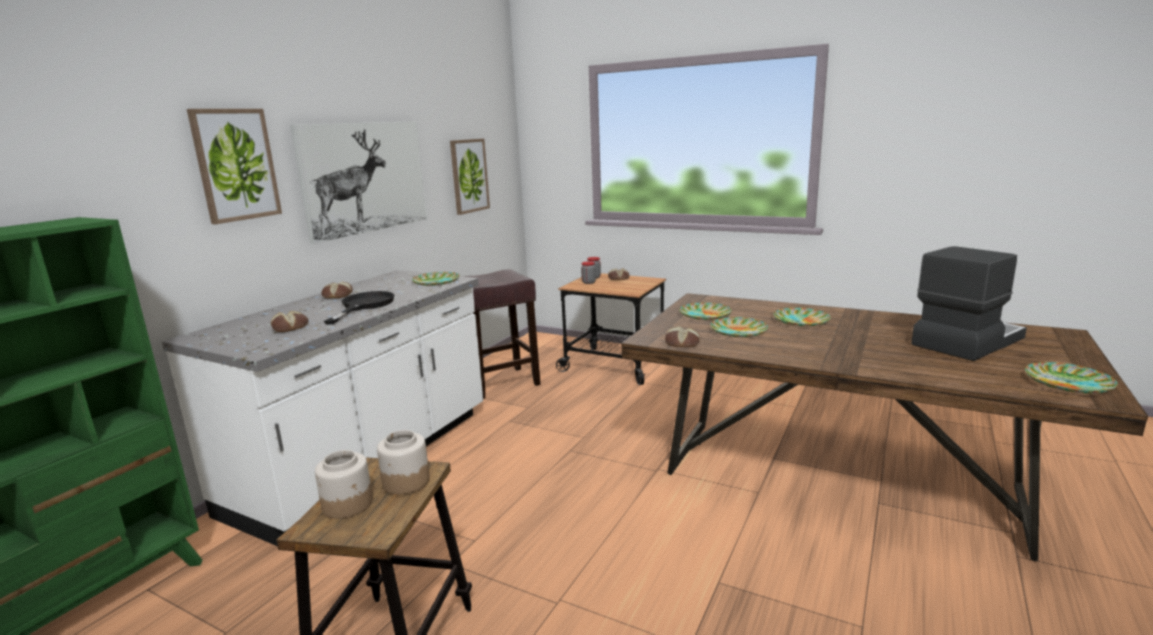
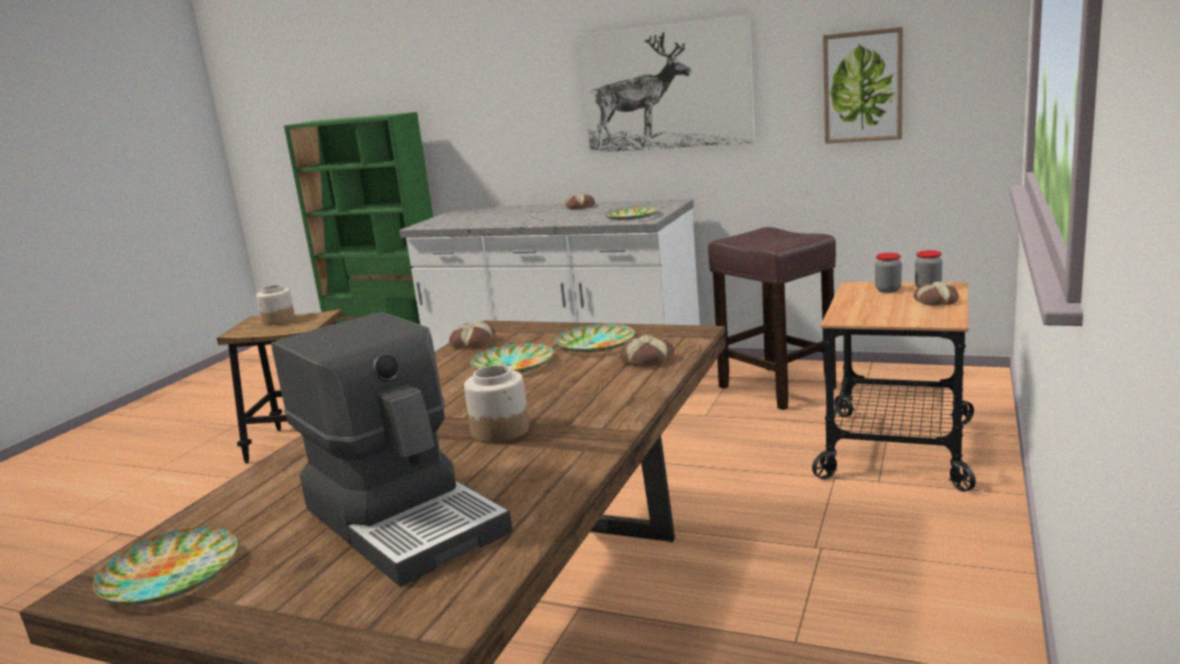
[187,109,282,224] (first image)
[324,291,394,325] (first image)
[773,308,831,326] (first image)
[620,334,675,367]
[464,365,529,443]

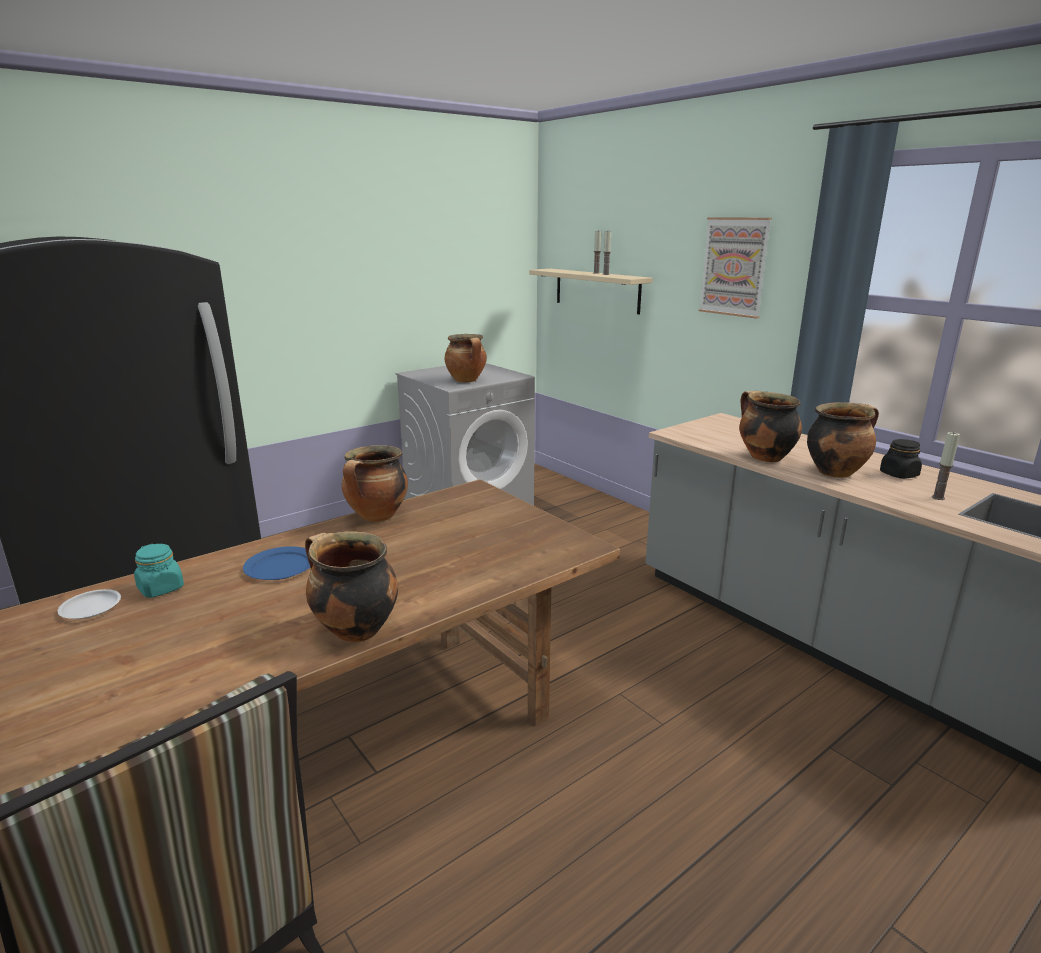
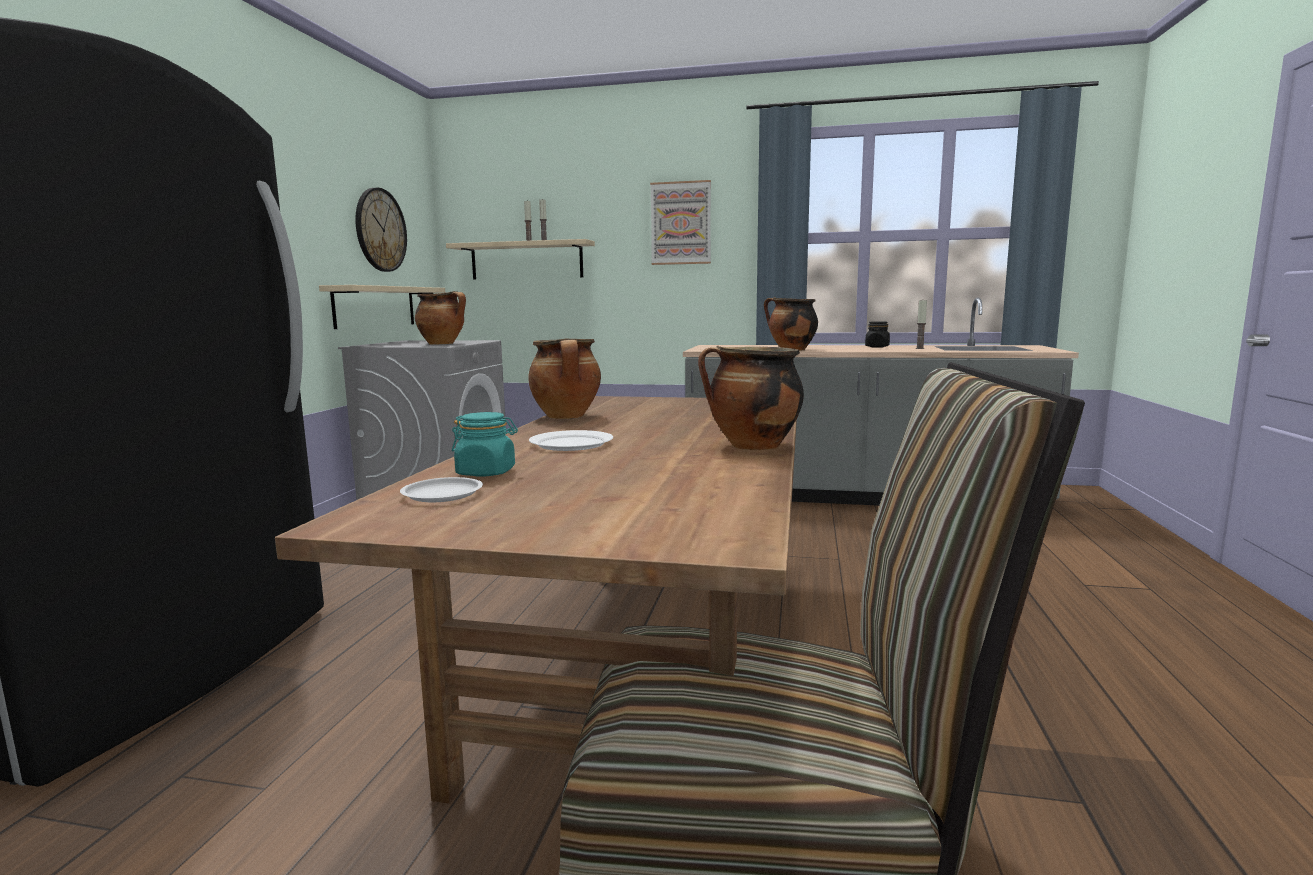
[807,402,879,478] (first image)
[319,285,445,329]
[355,188,407,272]
[529,430,613,451]

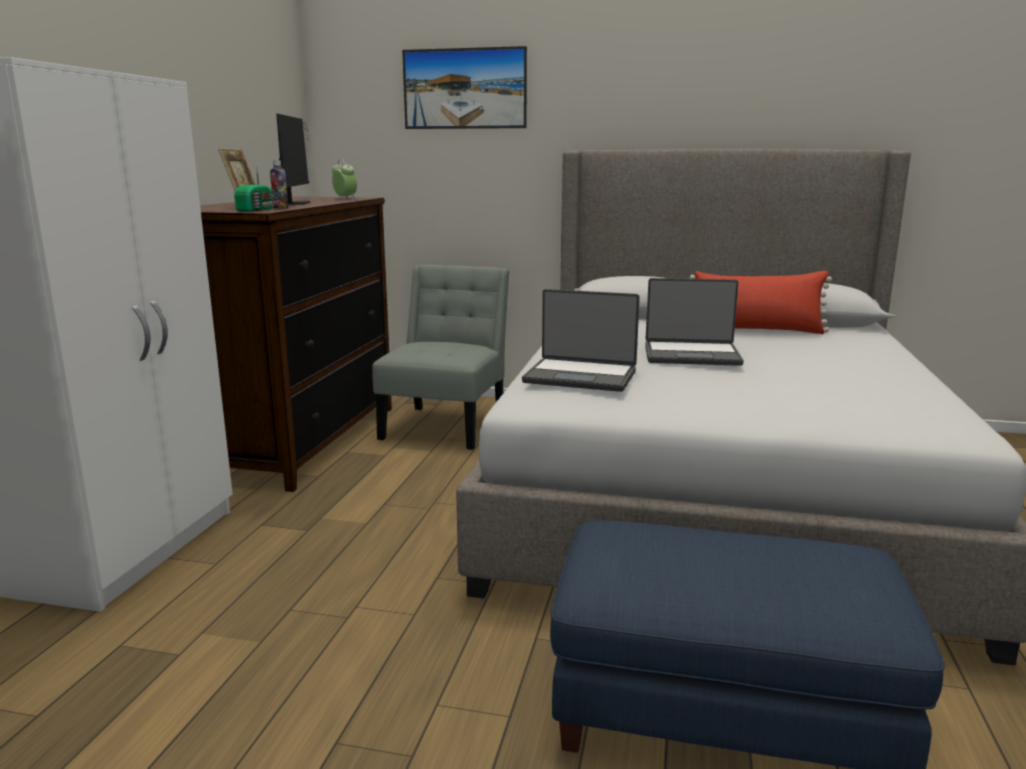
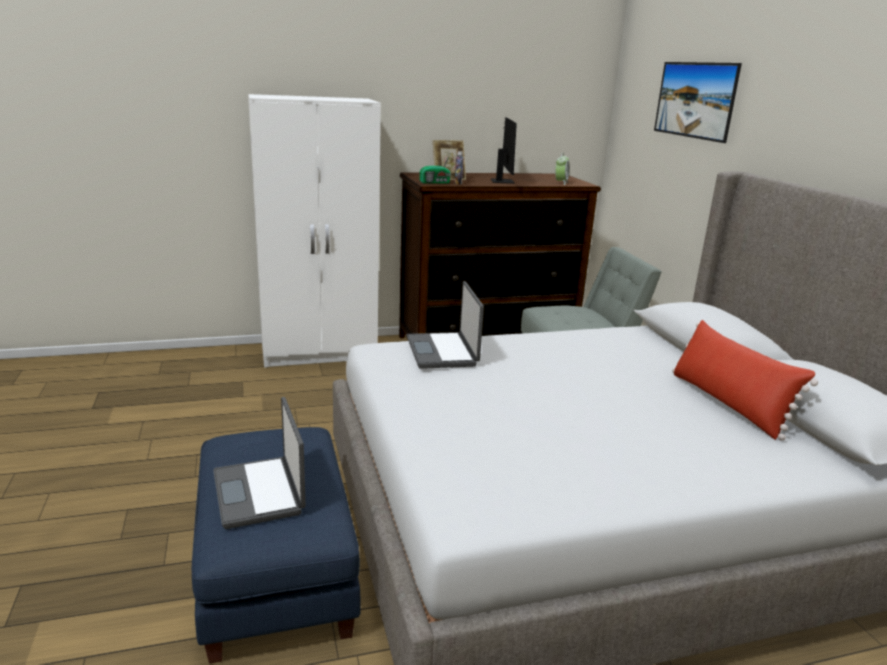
[213,397,306,529]
[491,117,517,184]

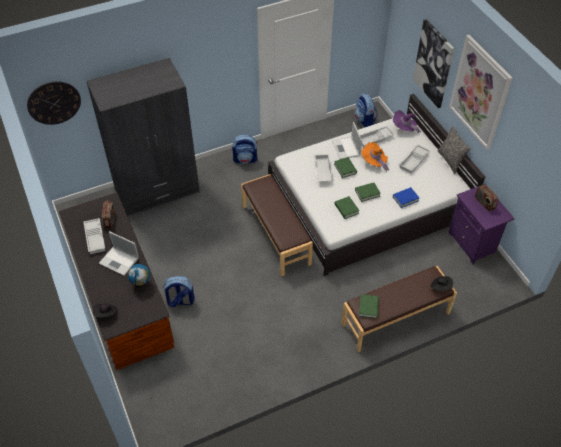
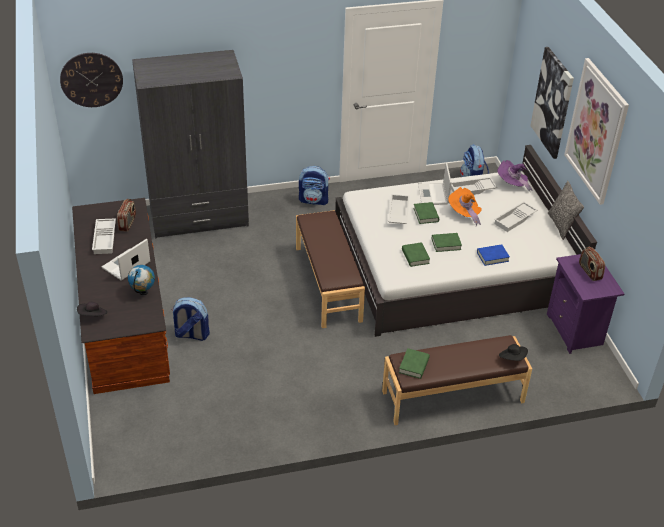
[102,239,150,280]

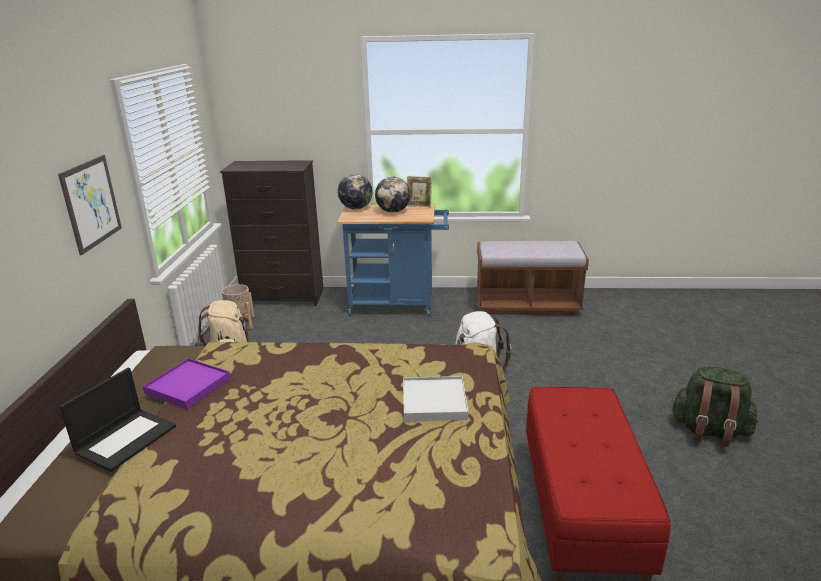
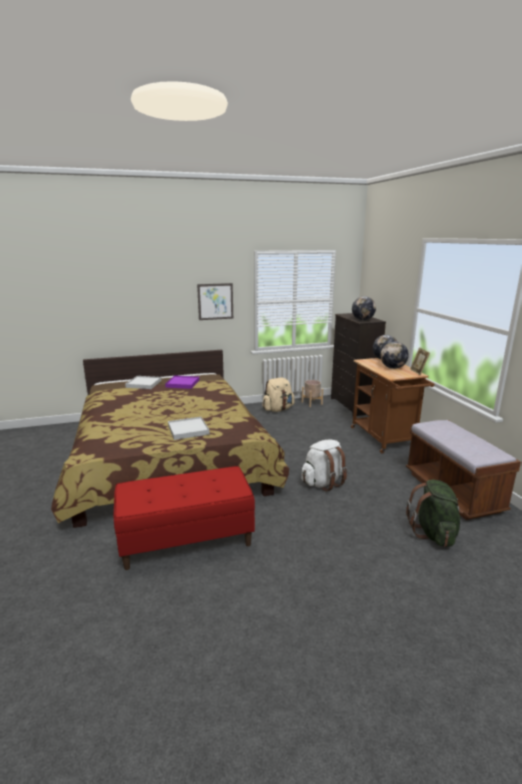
[352,296,376,321]
[406,479,463,547]
[125,376,162,389]
[351,358,435,453]

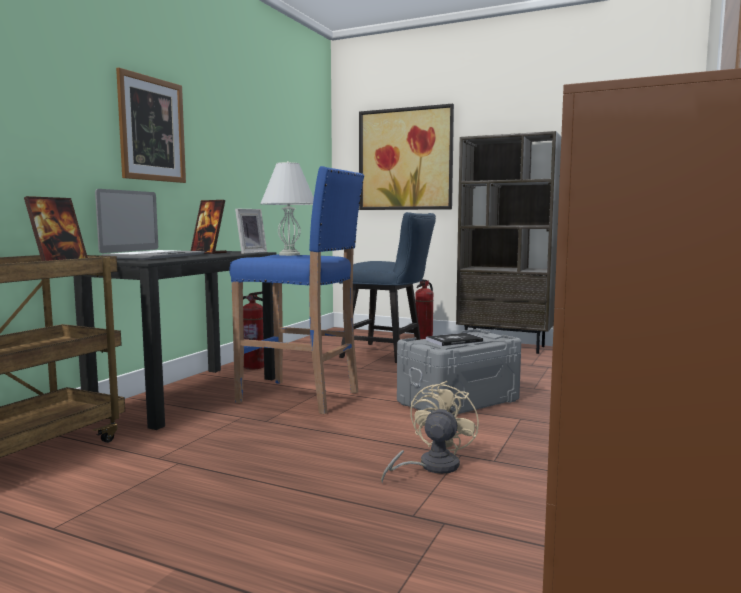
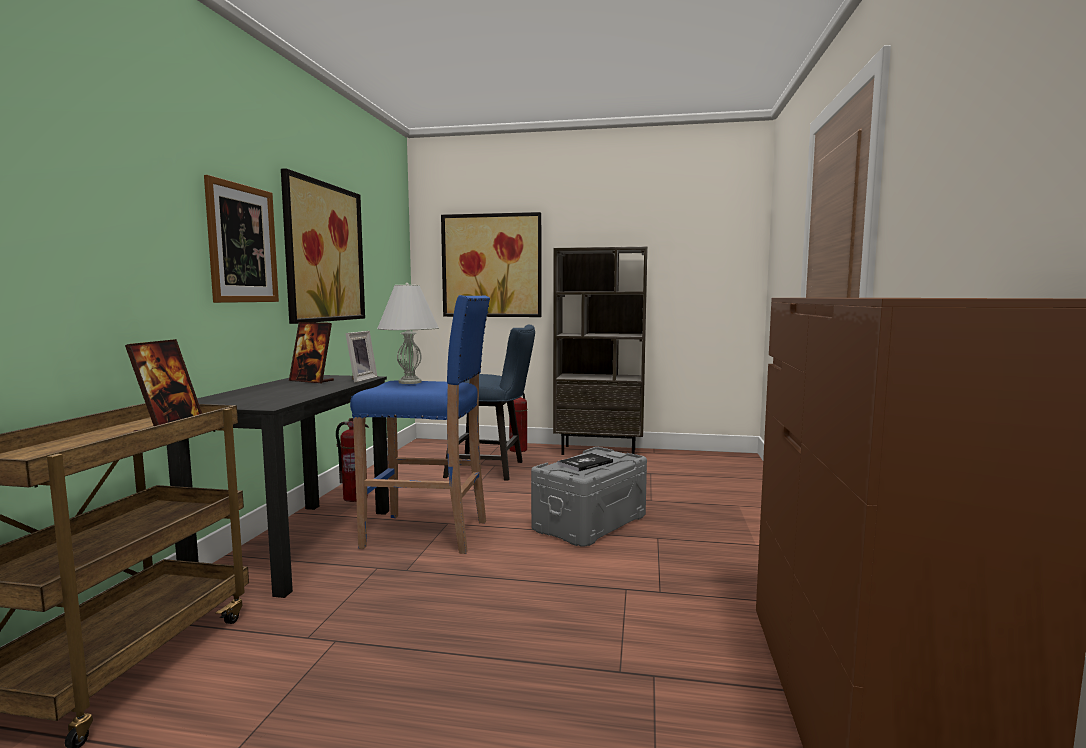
[95,189,205,260] (first image)
[381,381,479,483] (first image)
[281,168,365,324]

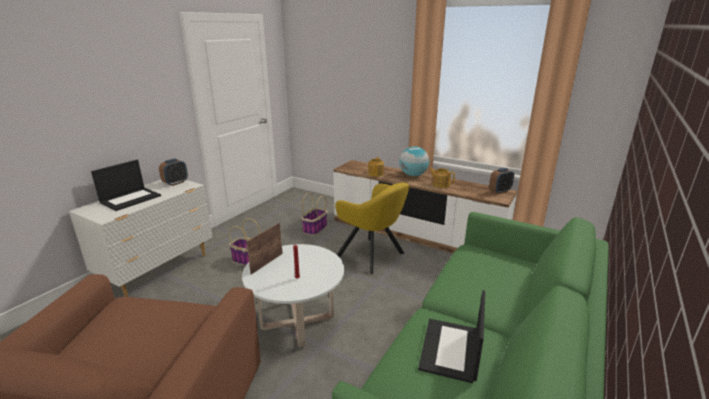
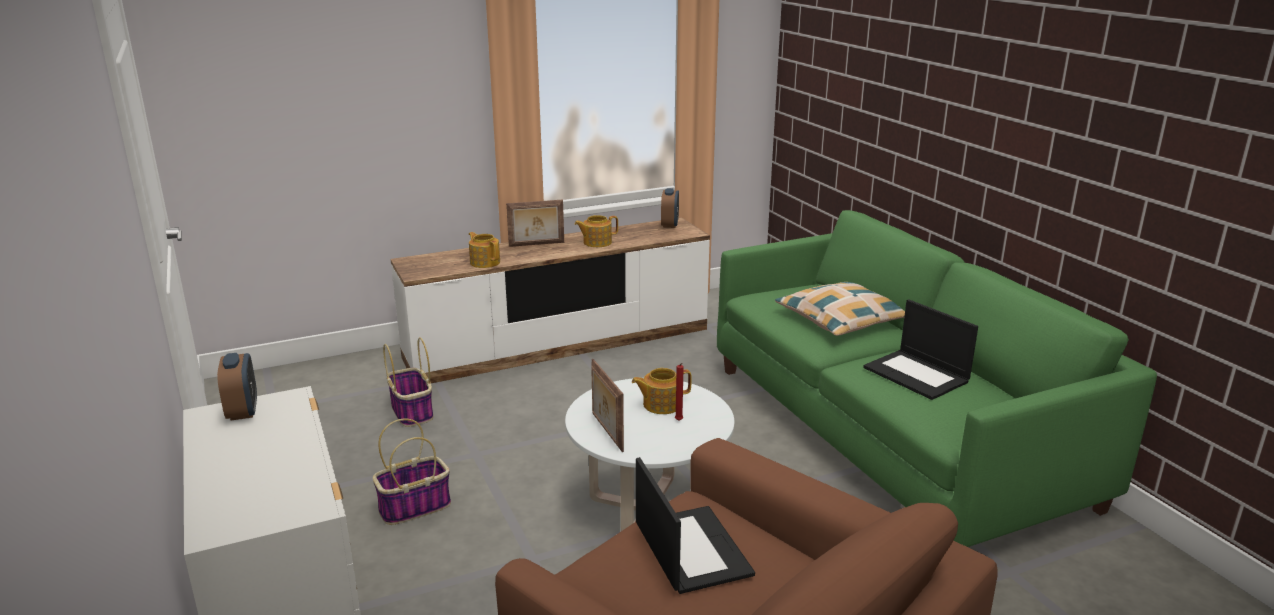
[335,182,409,274] (first image)
[632,368,692,414]
[775,282,905,336]
[636,457,755,594]
[506,200,564,247]

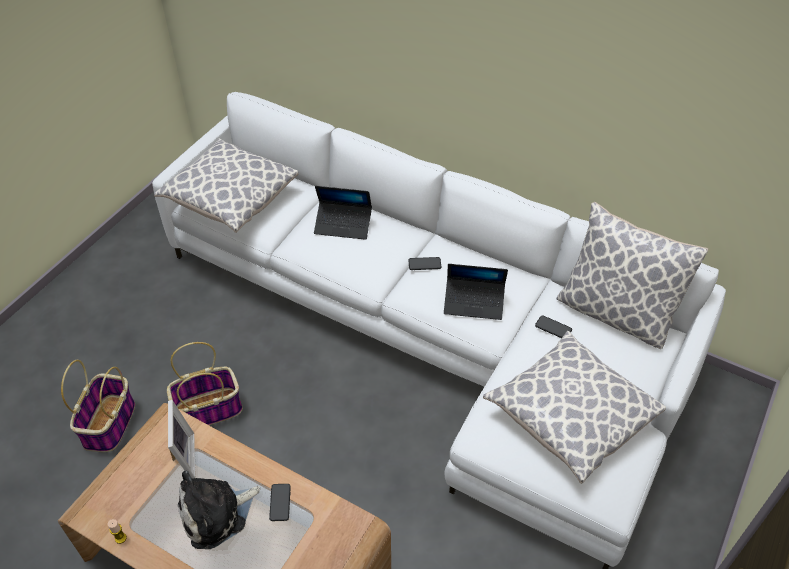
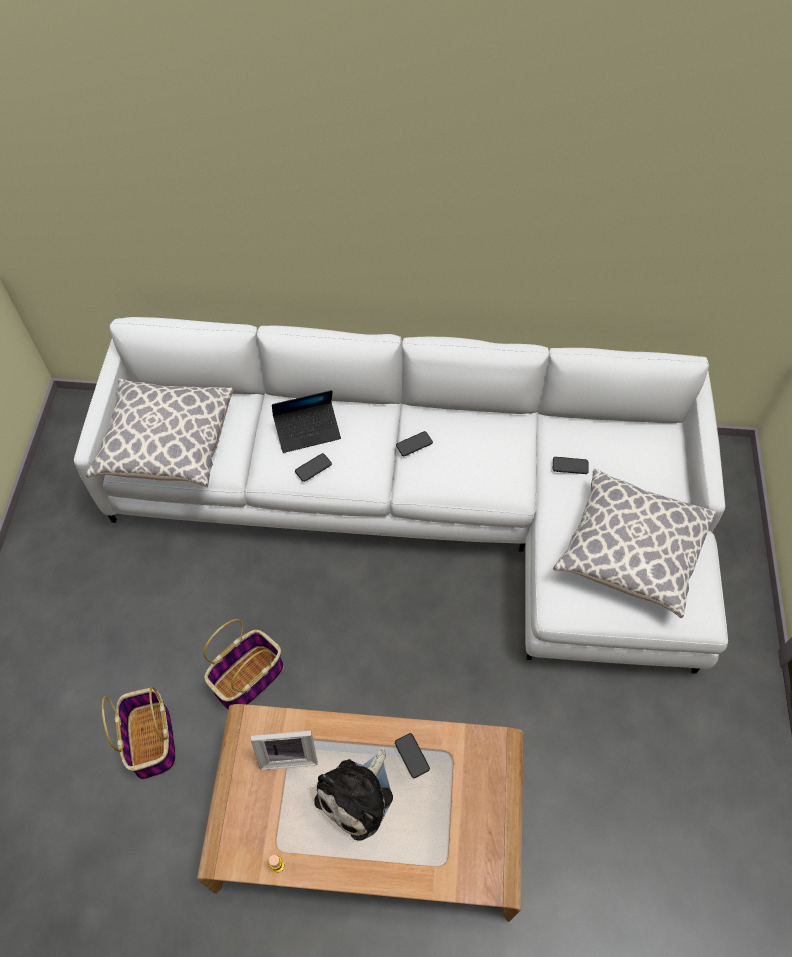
[444,264,508,320] (first image)
[557,202,708,349] (first image)
[295,453,332,482]
[251,731,317,770]

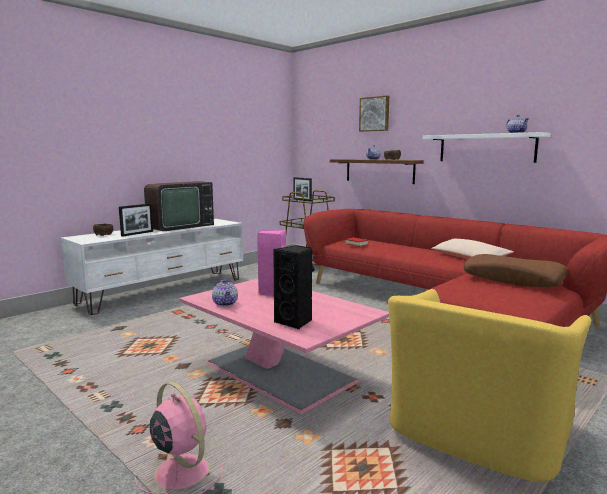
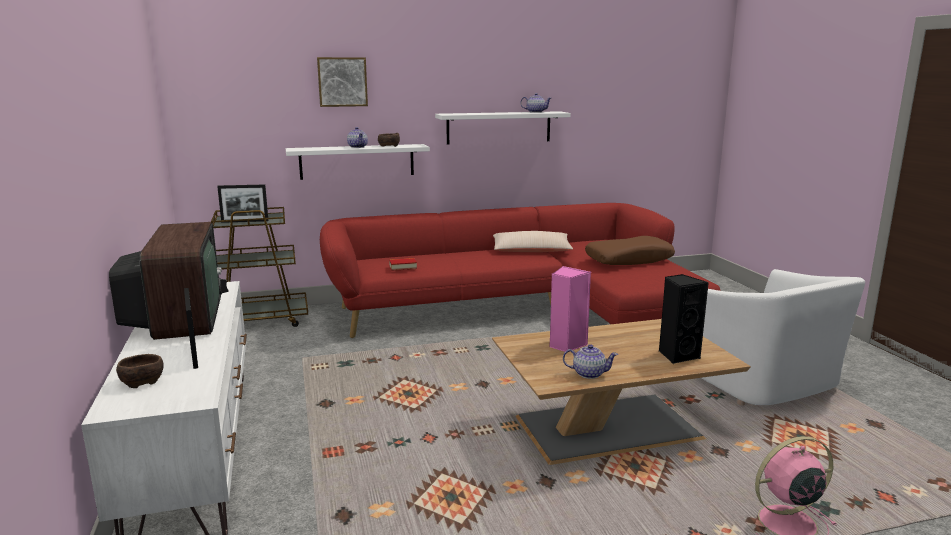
[492,319,751,465]
[286,144,430,180]
[701,269,865,406]

